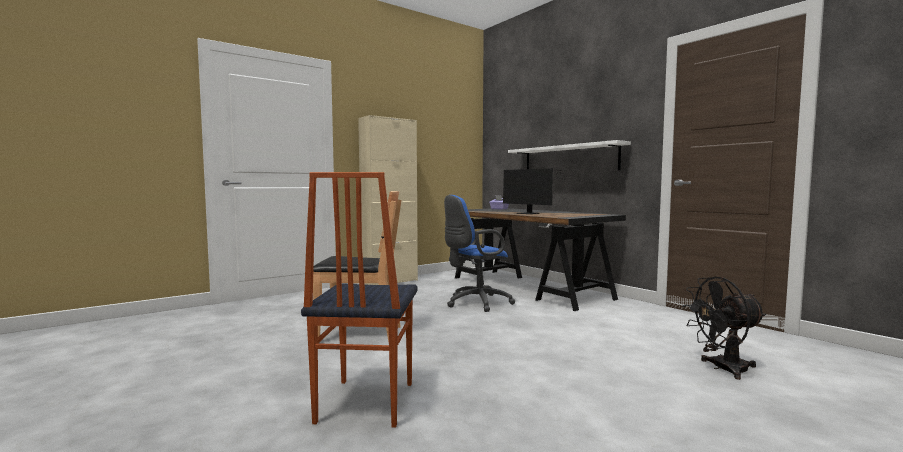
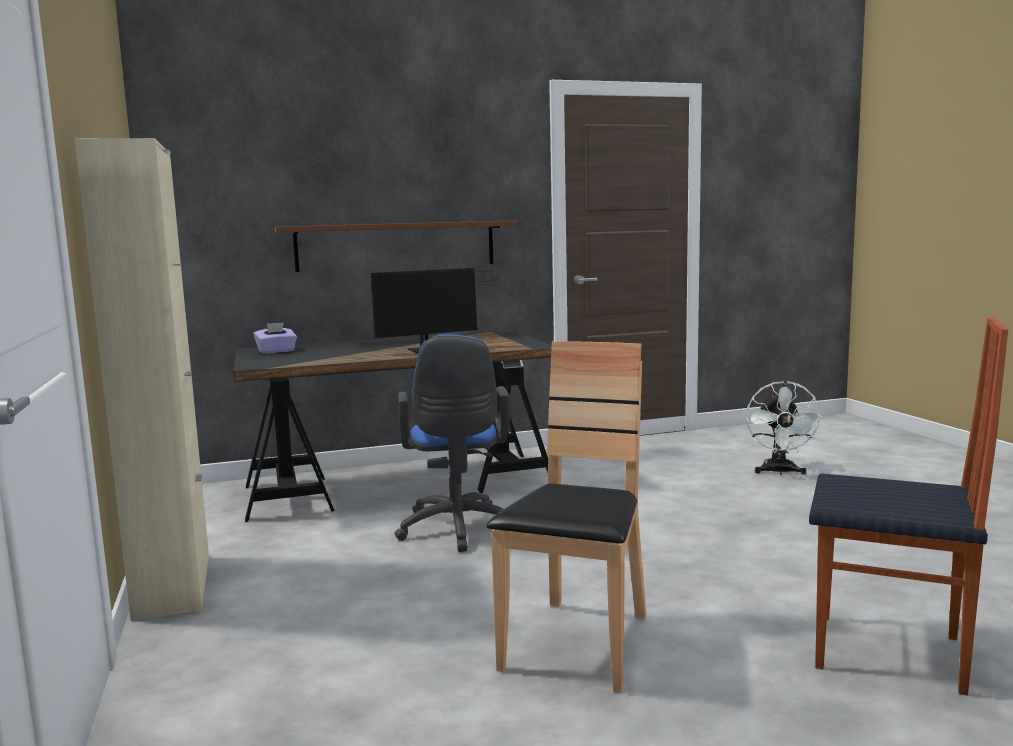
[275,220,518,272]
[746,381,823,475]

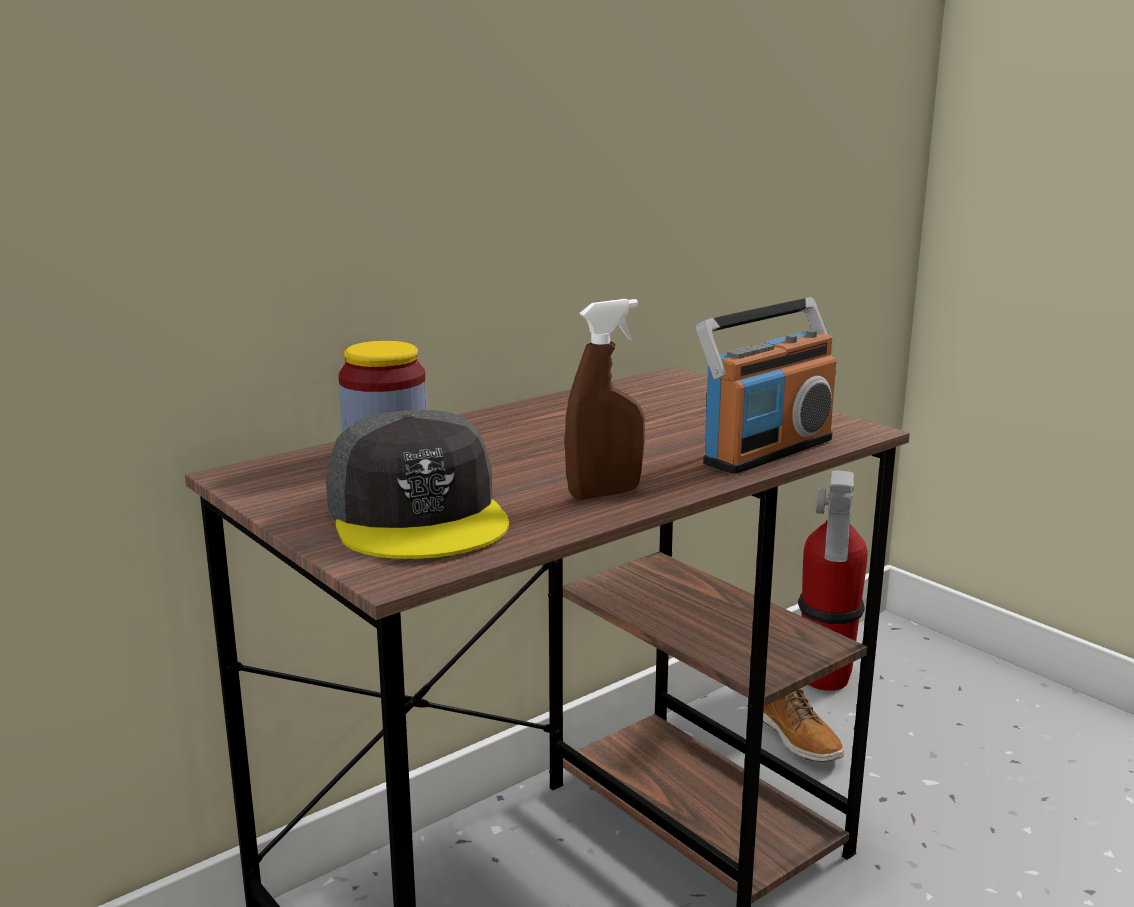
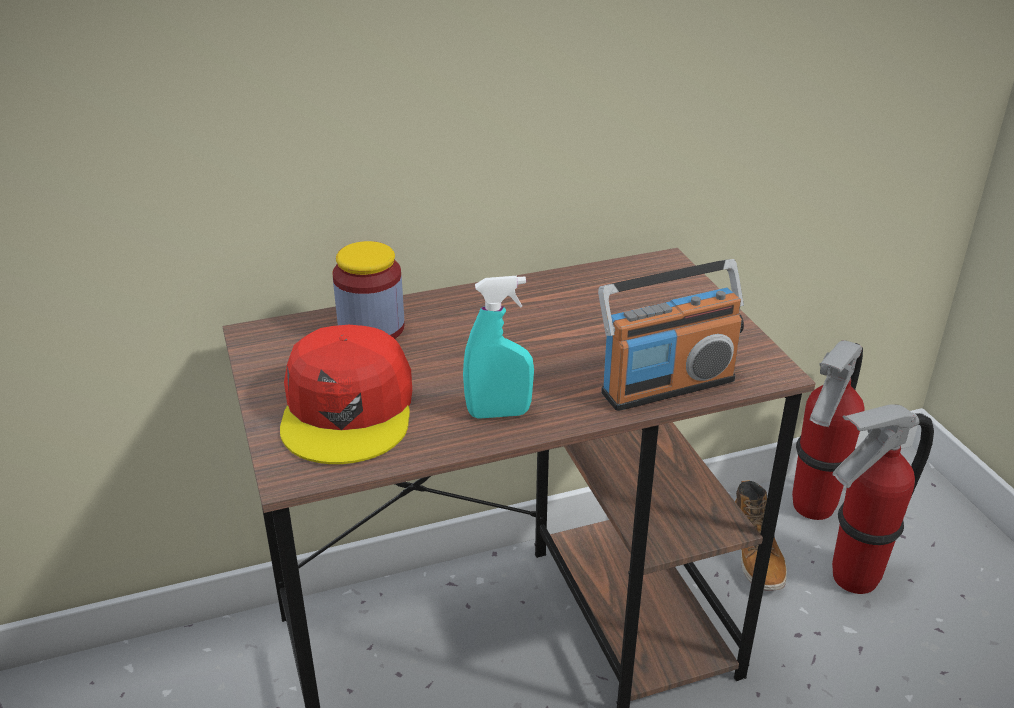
[832,404,934,594]
[280,325,412,464]
[463,276,534,419]

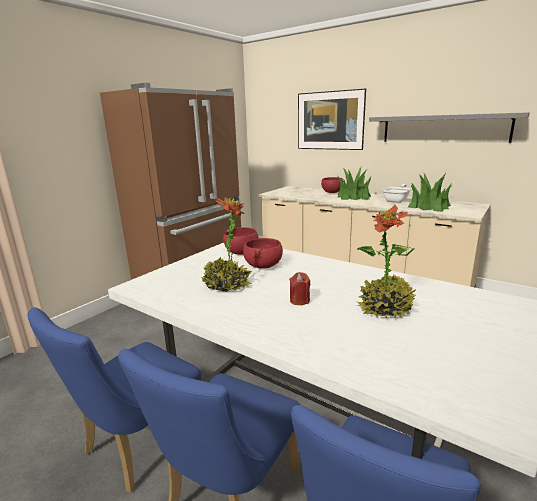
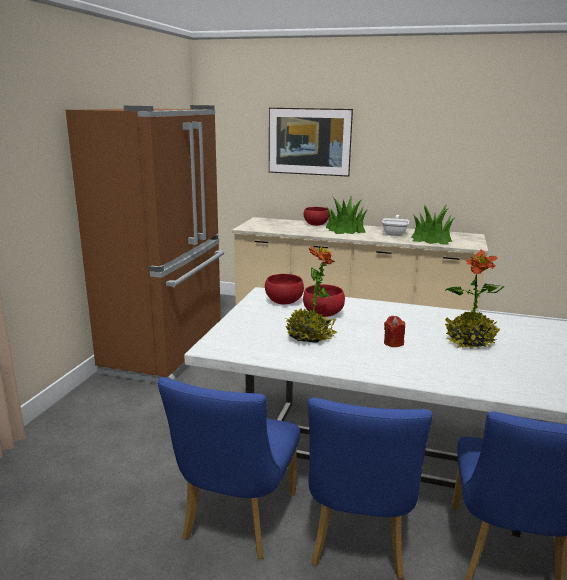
[369,112,530,143] (first image)

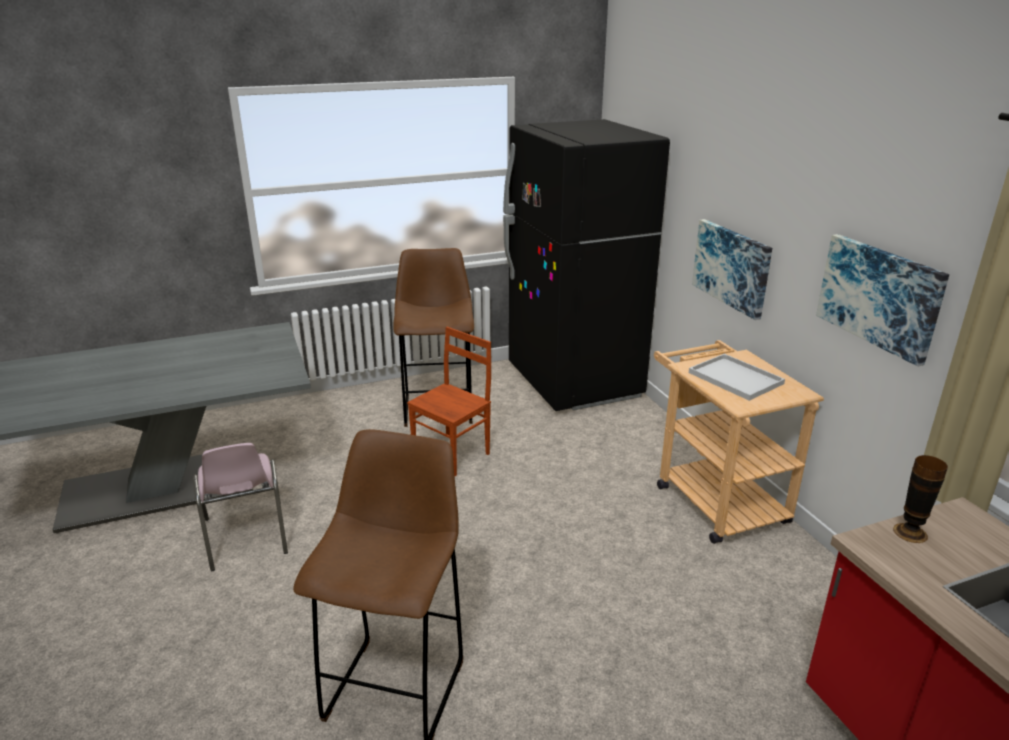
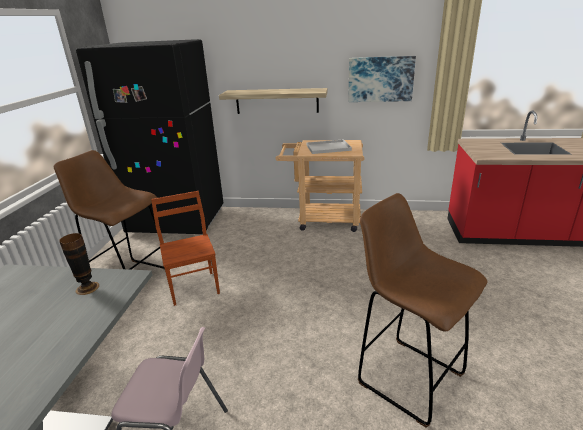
[59,233,99,295]
[219,88,328,114]

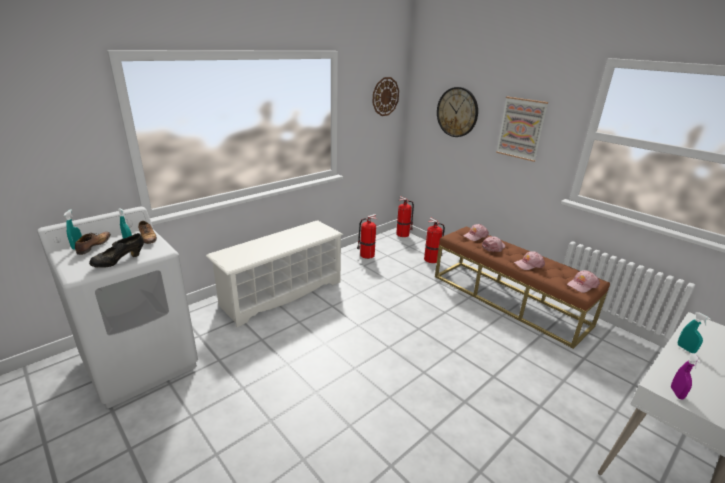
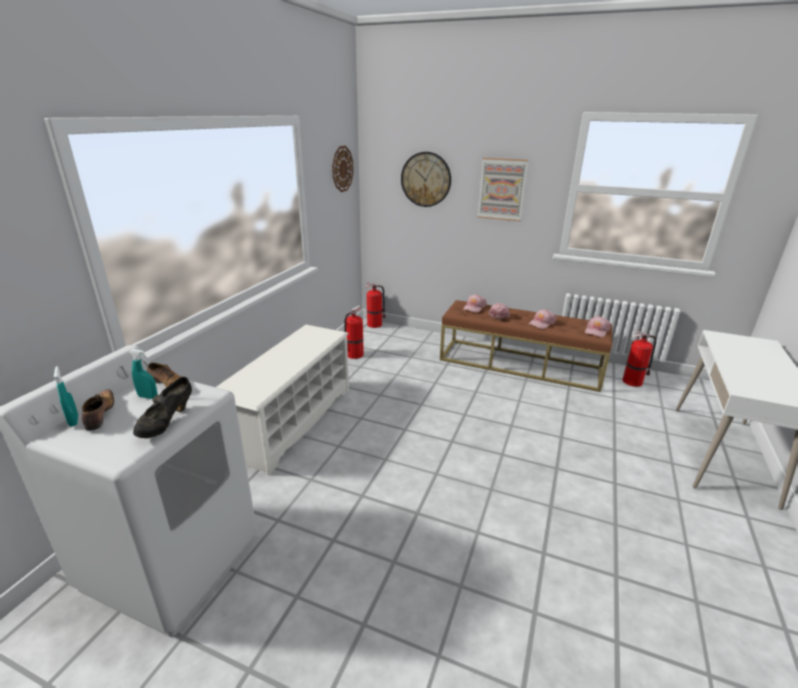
[671,353,701,400] (first image)
[677,312,711,353] (first image)
[623,331,656,387]

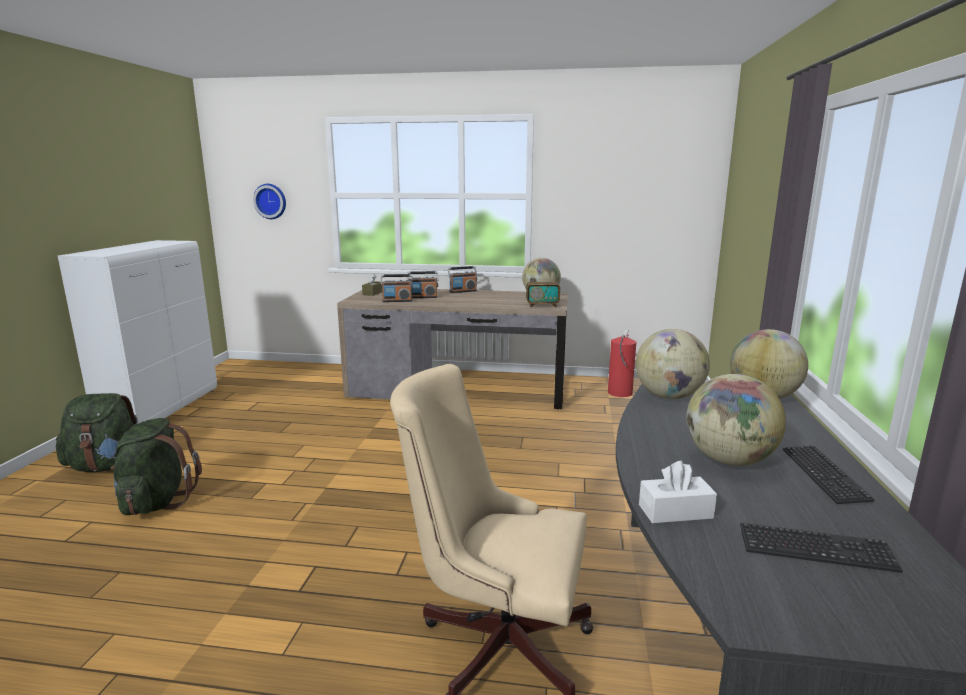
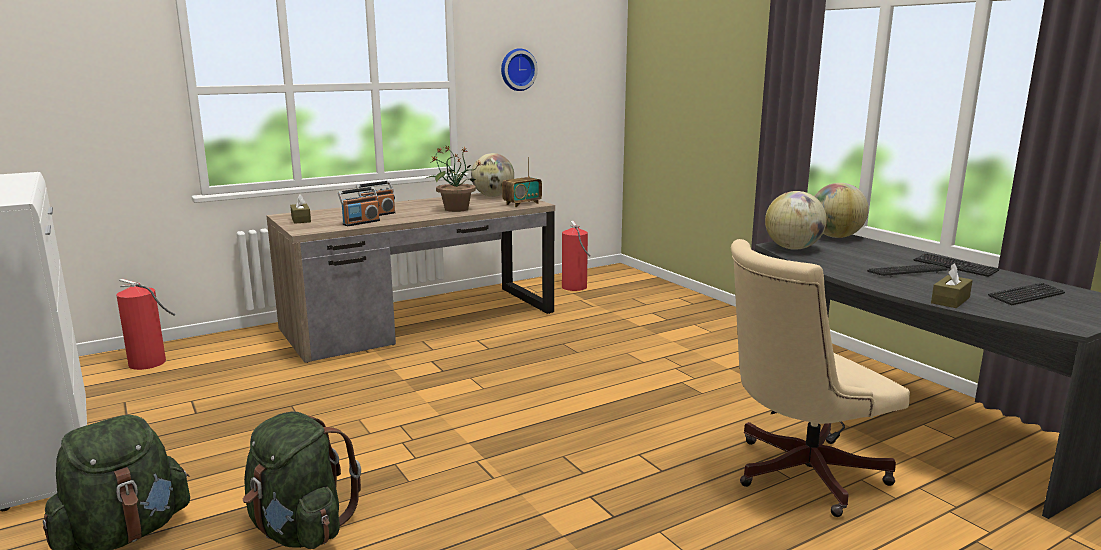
[448,266,477,293] (first image)
[116,279,175,370]
[427,145,483,212]
[501,48,538,91]
[867,264,948,277]
[931,263,973,308]

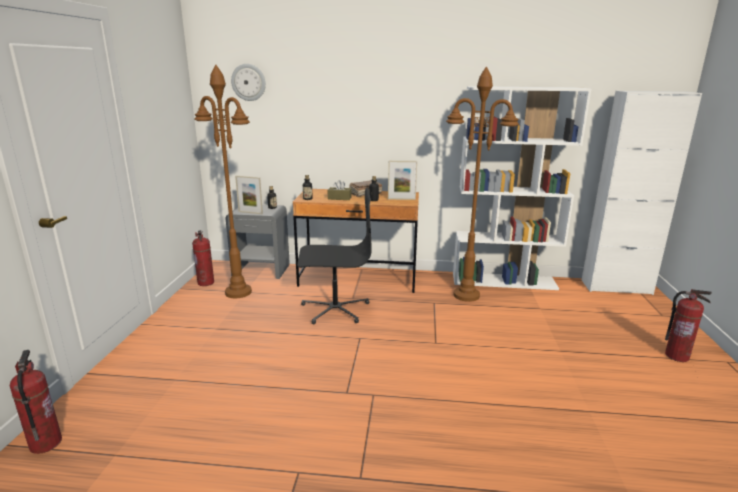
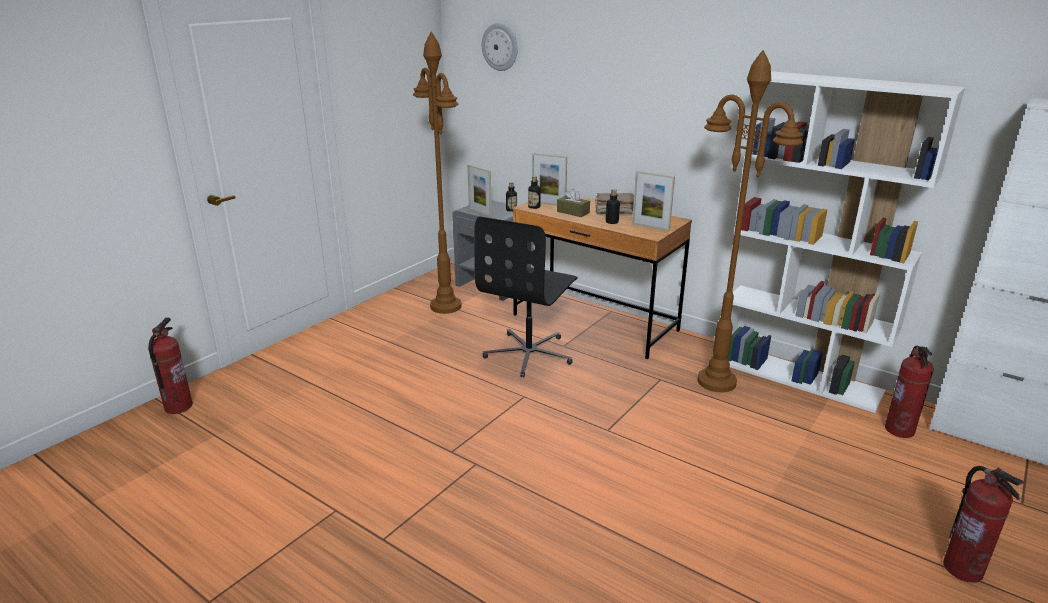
[532,153,567,205]
[885,346,934,438]
[474,216,578,378]

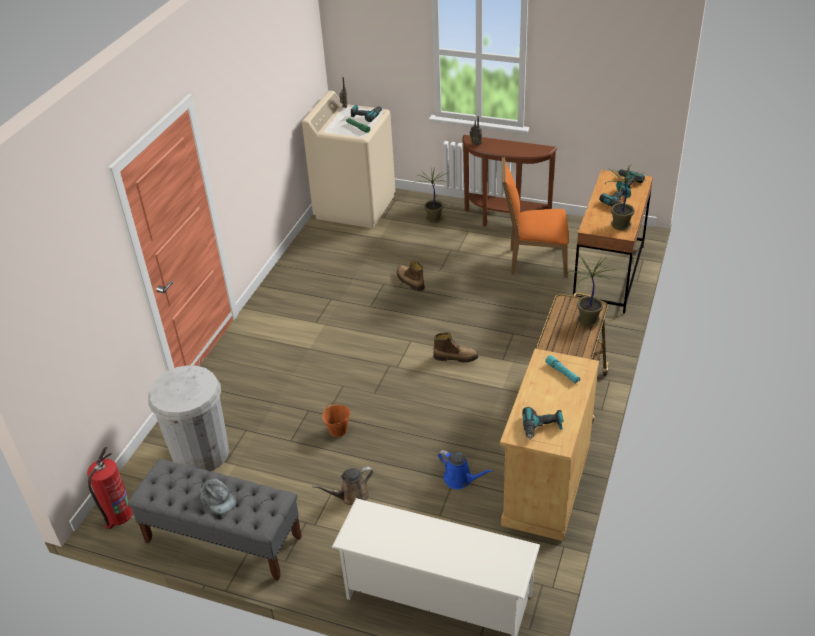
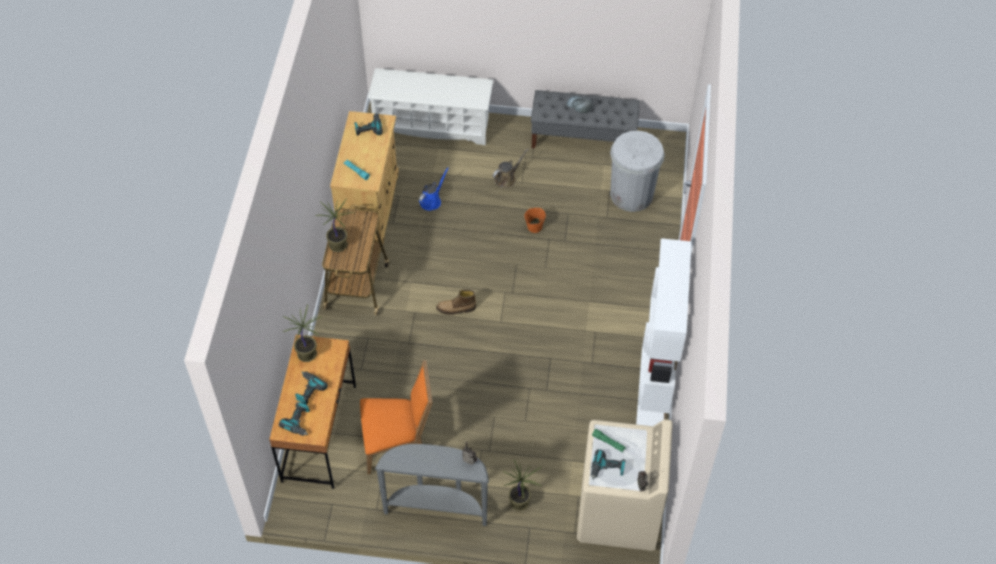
[87,447,133,529] (first image)
[397,261,425,291] (first image)
[636,238,692,426]
[374,444,489,526]
[419,167,449,211]

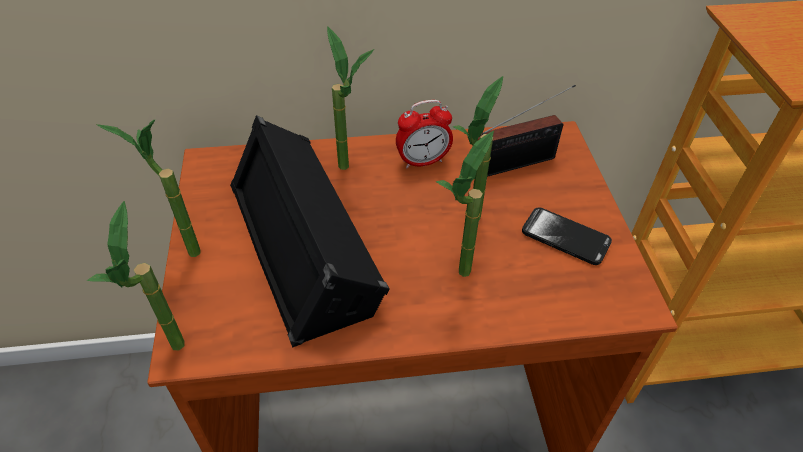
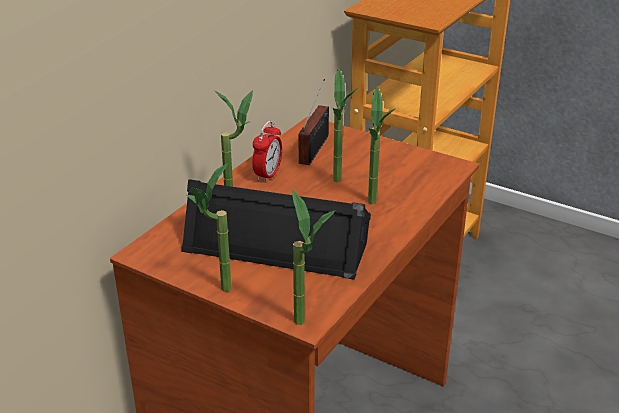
[522,207,612,265] (first image)

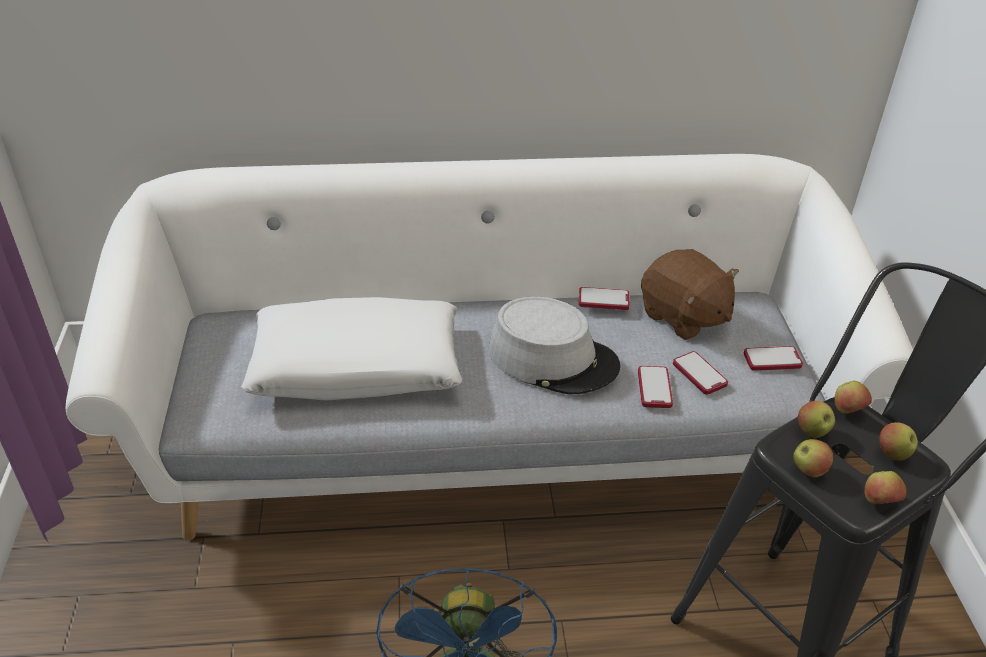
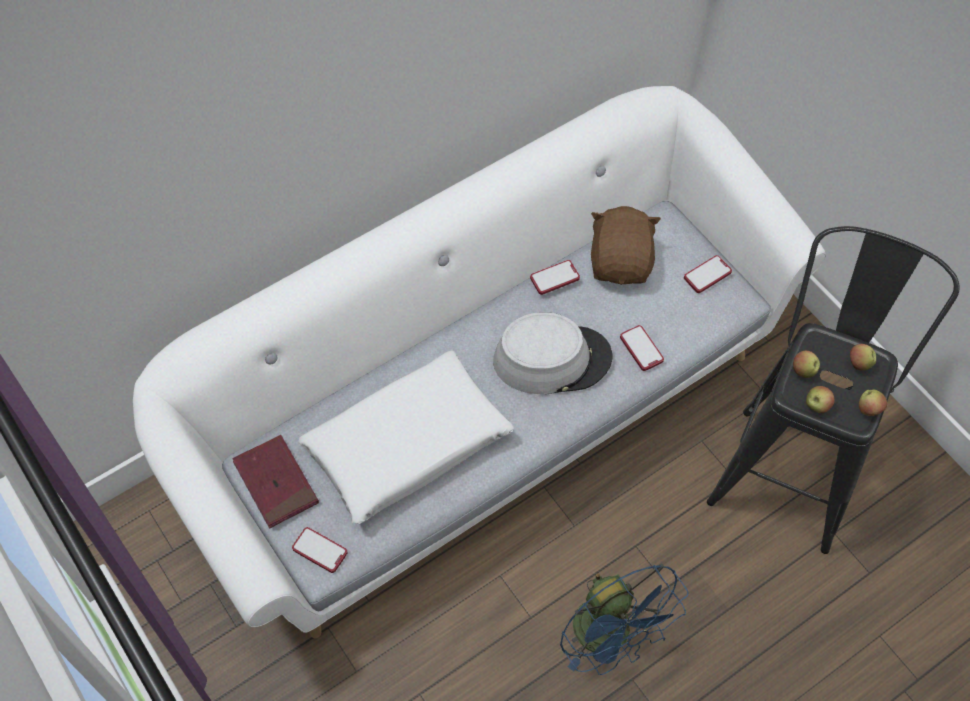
[834,381,872,414] (first image)
[232,435,319,528]
[292,527,348,573]
[591,206,661,285]

